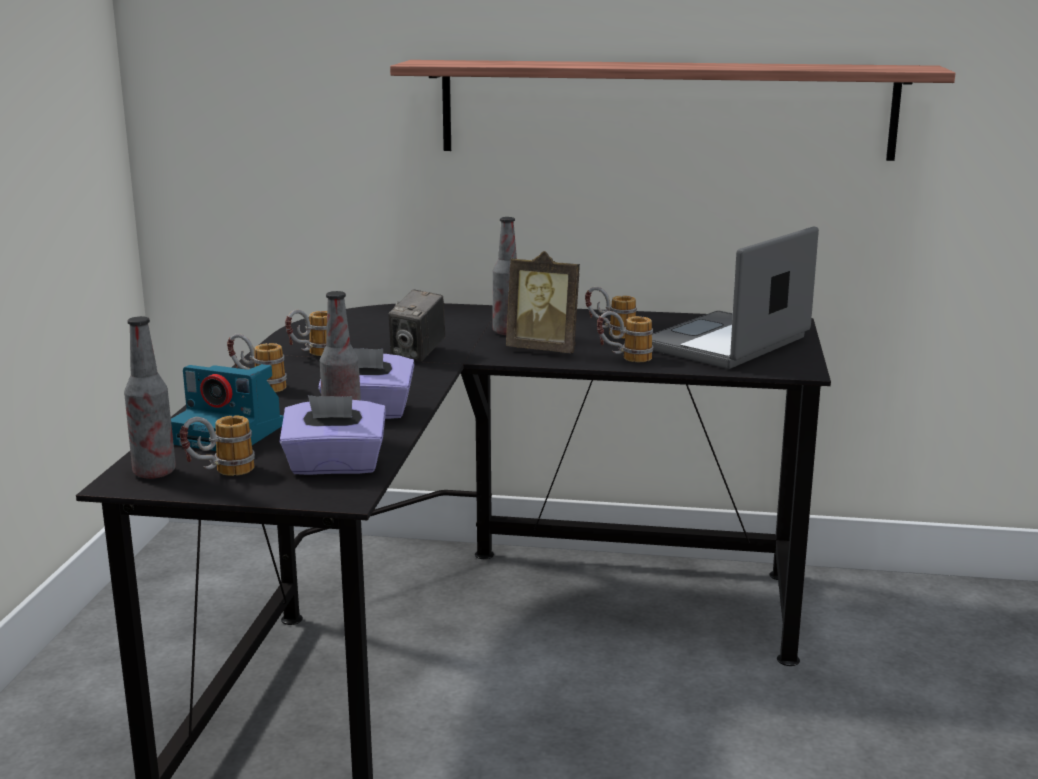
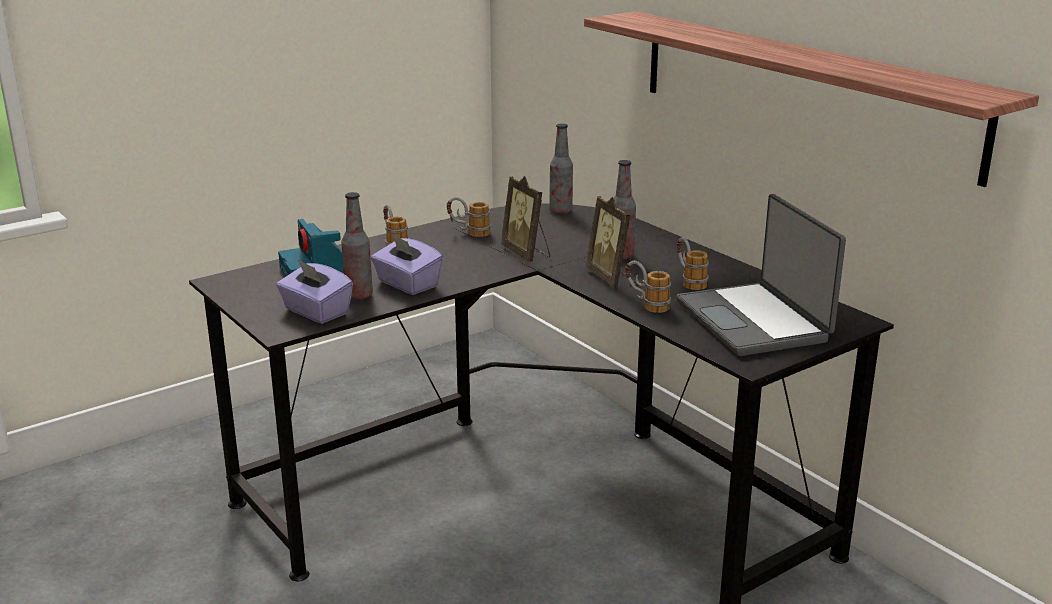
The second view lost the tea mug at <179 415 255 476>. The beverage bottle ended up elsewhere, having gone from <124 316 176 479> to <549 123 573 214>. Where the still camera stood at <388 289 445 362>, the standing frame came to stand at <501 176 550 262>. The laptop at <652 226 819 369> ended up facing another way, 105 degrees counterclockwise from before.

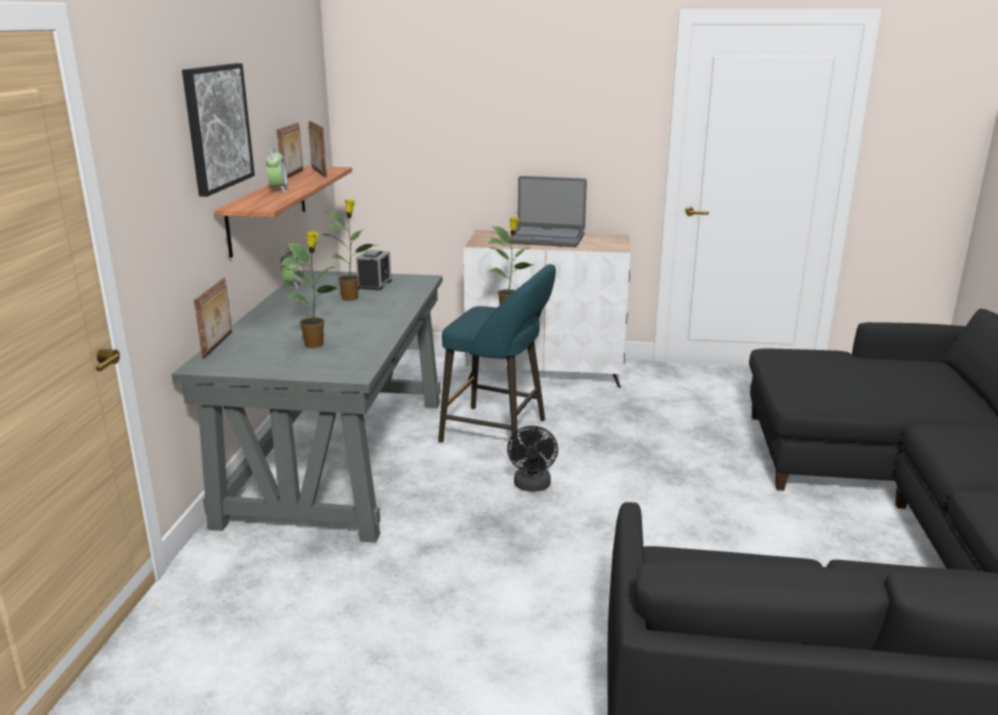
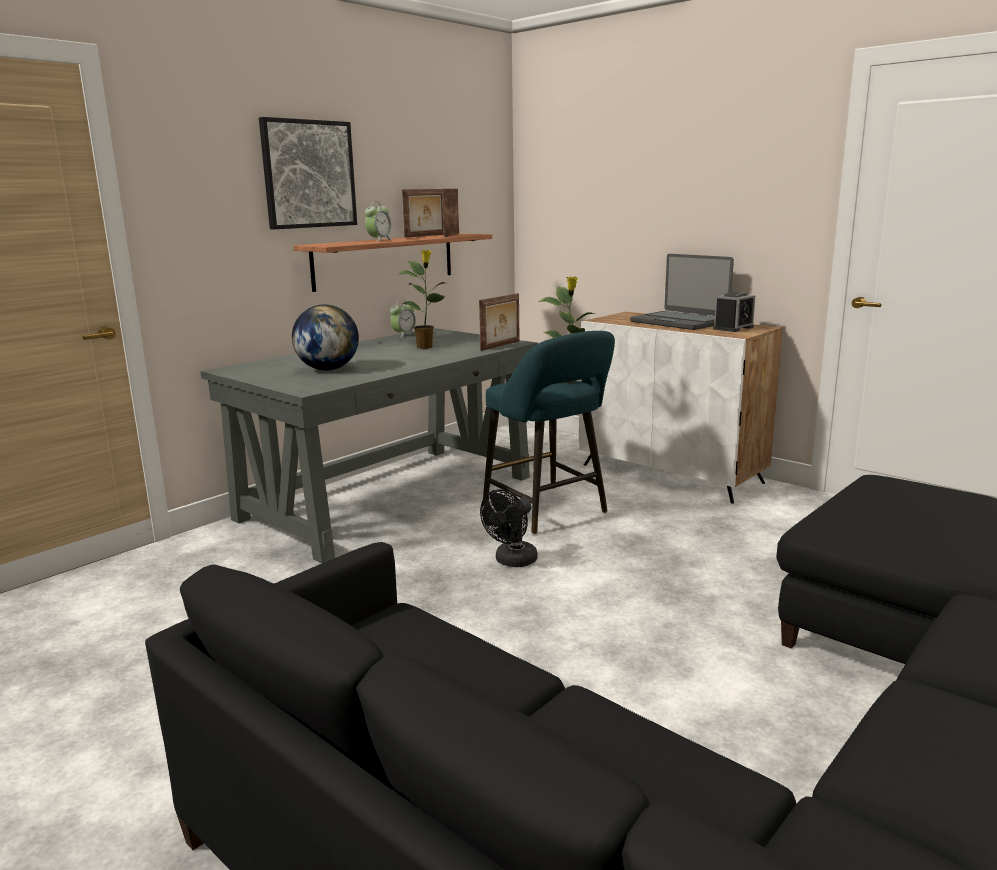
The standing frame ended up elsewhere, having gone from <194 278 232 359> to <479 293 520 351>. The table clock ended up elsewhere, having gone from <356 250 392 290> to <713 292 755 332>. Where the potted plant stood at <281 231 340 348>, the globe came to stand at <292 305 359 370>.

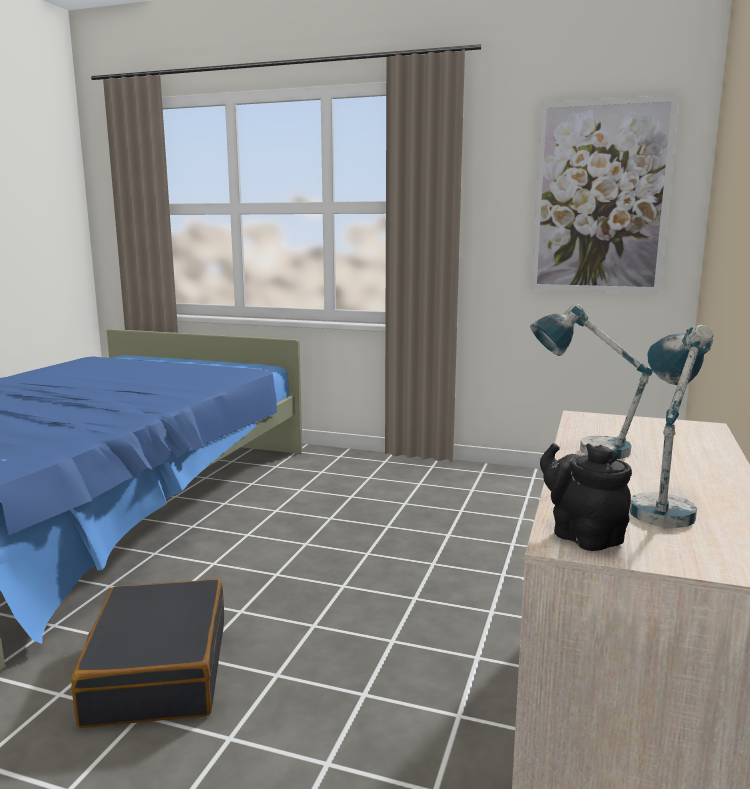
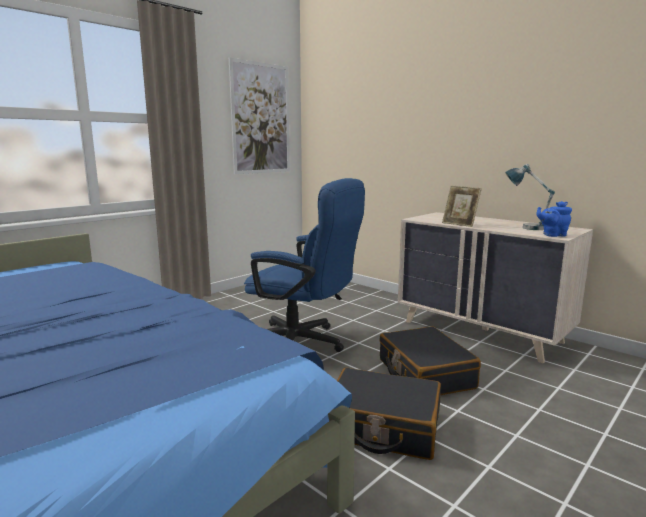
The second view gained the blue-coloured office chair at <244 178 365 352>. The second view gained the black travel case at <379 326 481 395>. Where the tabletop lamp stood at <530 303 653 459>, the standing frame came to stand at <442 186 482 227>. What was the black tea pot at <540 443 632 551> turned into the blue-coloured tea pot at <537 201 572 237>.

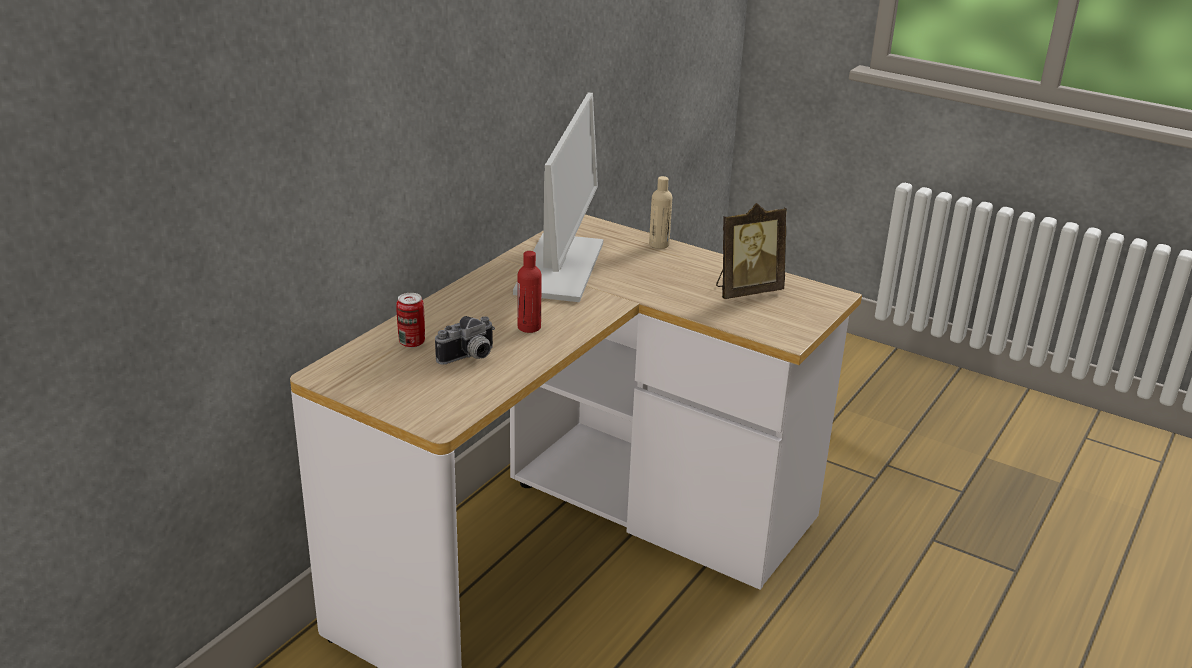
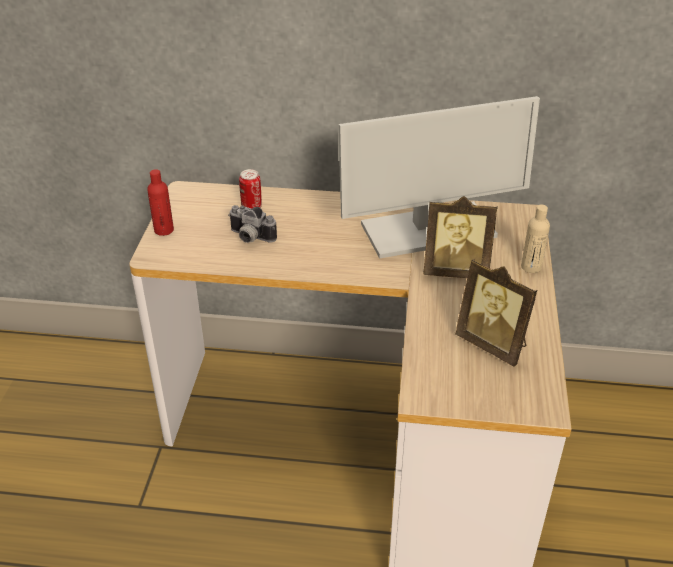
The second view gained the standing frame at <424 196 497 278>. The red-coloured beverage bottle ended up elsewhere, having gone from <517 251 542 333> to <147 169 174 236>.

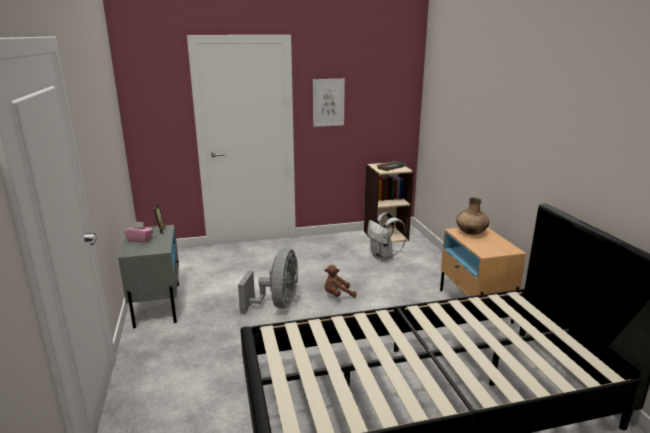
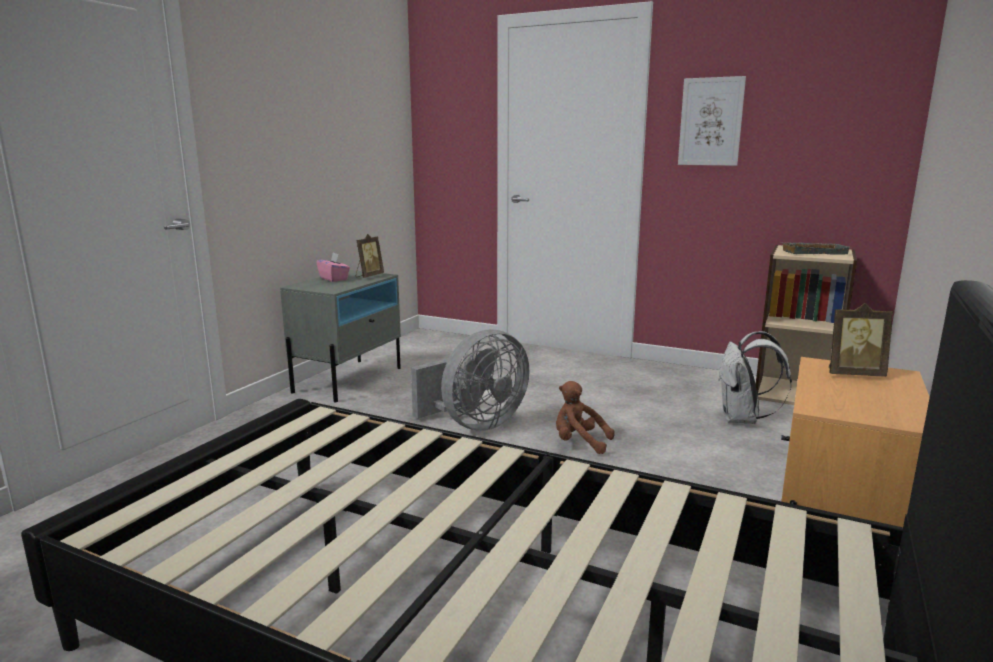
Where the brown-coloured flower vase stood at <456 197 489 235>, the standing frame came to stand at <829 303 893 377>.

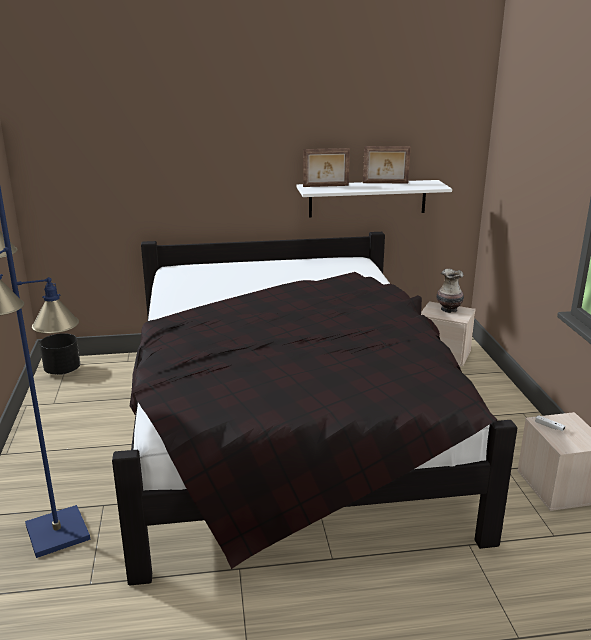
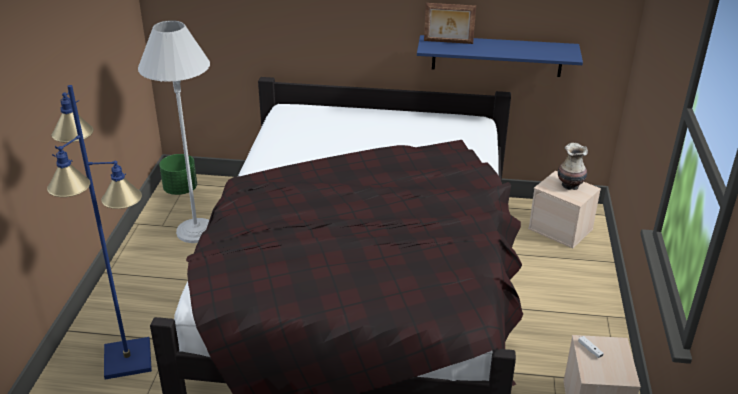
The second view lost the standing frame at <363 146 411 183>. The second view gained the white-coloured floor lamp at <138 20 210 243>. What was the black plant pot at <40 333 80 375> turned into the green-coloured plant pot at <159 154 197 195>. What was the white-coloured wall shelf at <297 180 452 217> turned into the blue-coloured wall shelf at <417 35 583 77>.

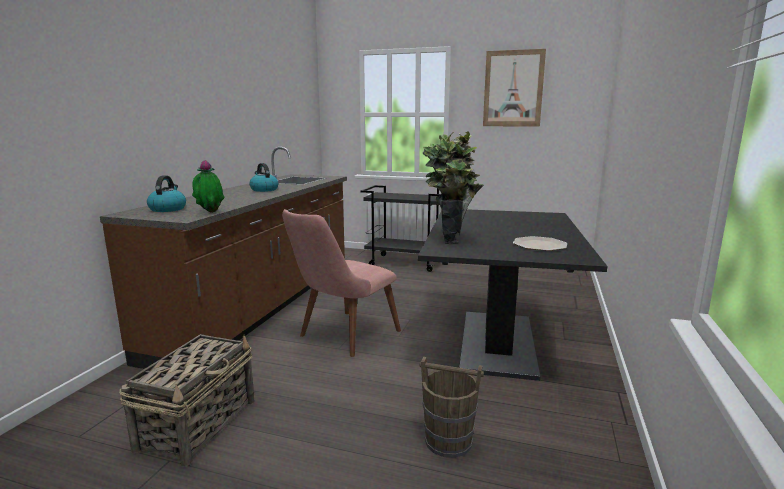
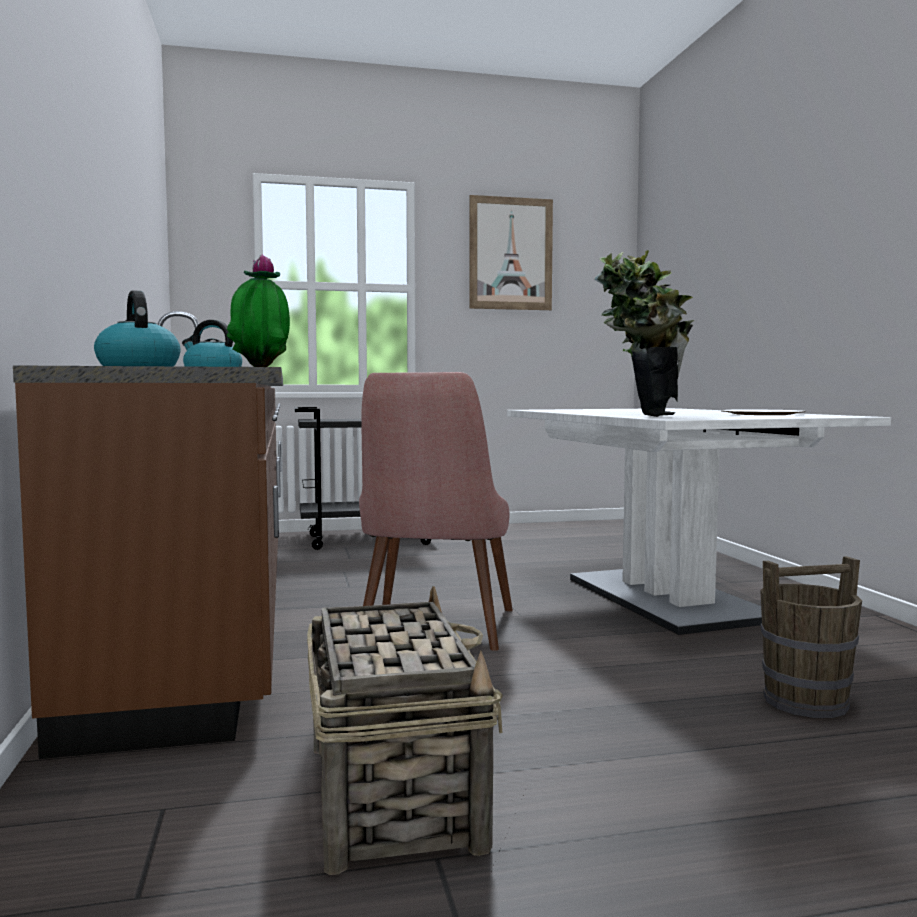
What was the black dinner table at <418 209 607 381> turned into the white-coloured dinner table at <507 408 891 635>.

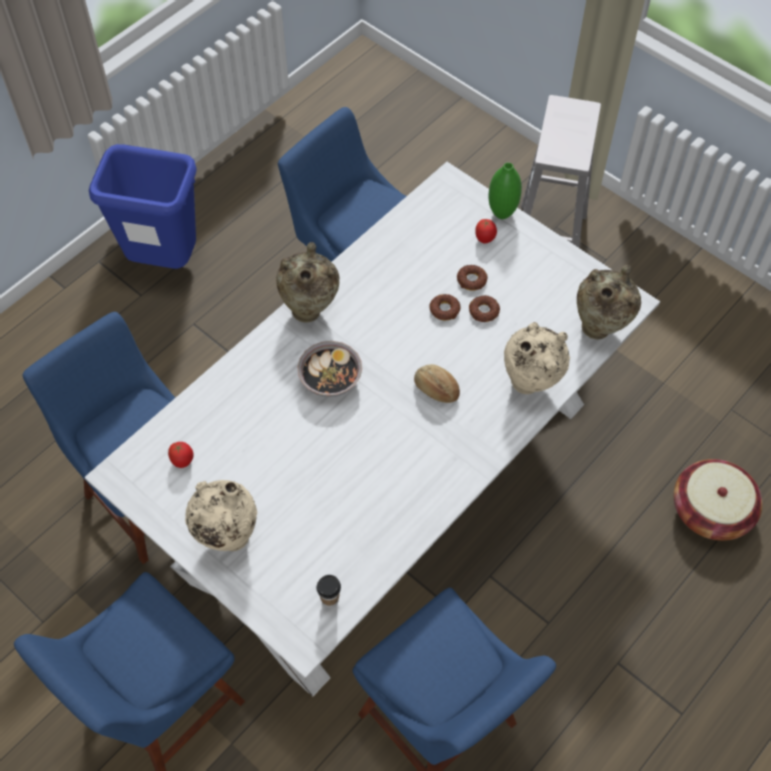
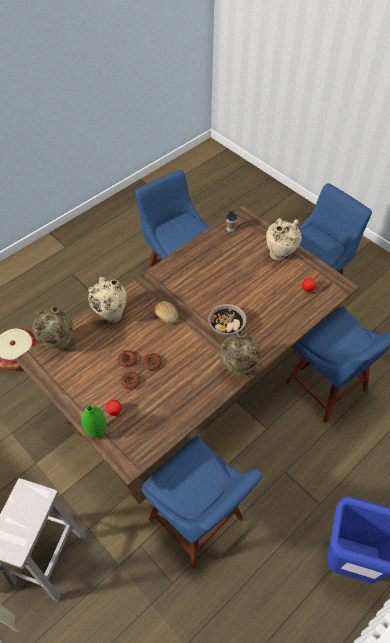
What was the white-coloured dinner table at <85 162 660 696> turned into the brown-coloured dinner table at <15 205 359 504>.

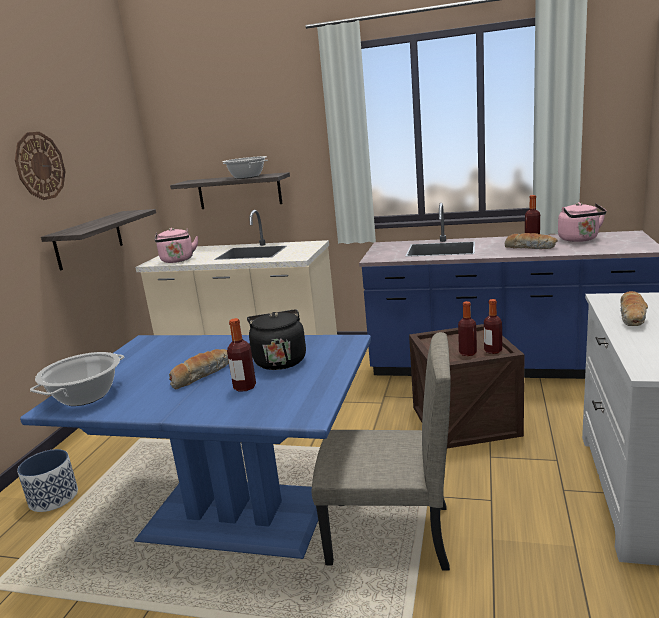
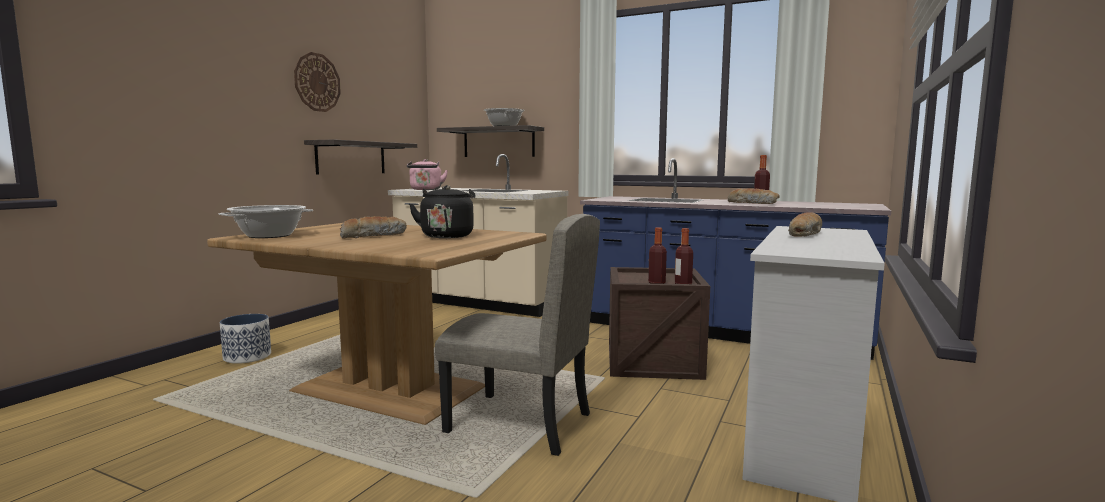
The second view lost the beverage bottle at <227 318 256 392>. The second view lost the pink-coloured water kettle at <558 202 606 242>. What was the blue-coloured dinner table at <20 335 371 559> turned into the brown-coloured dinner table at <207 223 547 425>.

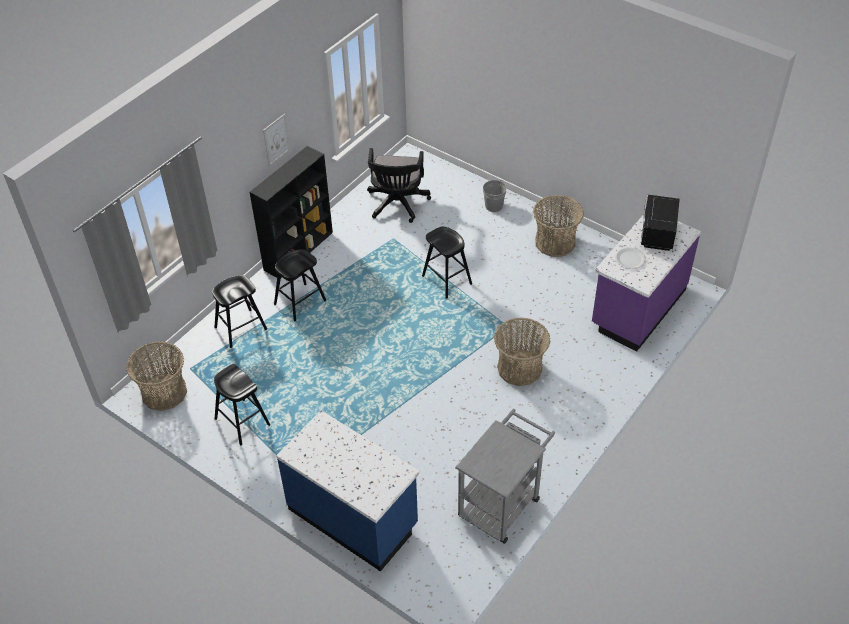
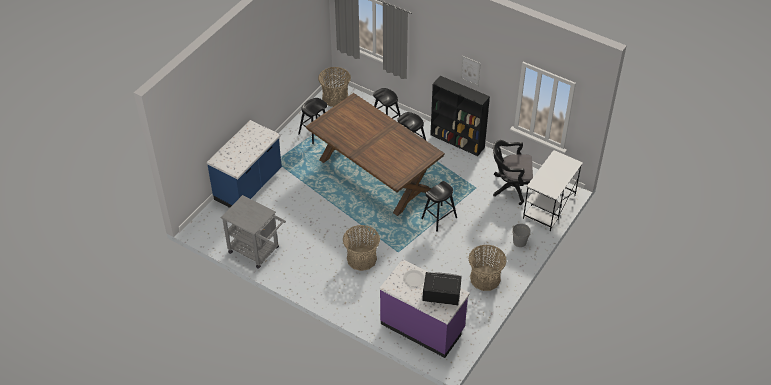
The second view gained the brown-coloured dinner table at <305 93 445 216>. The second view gained the white-coloured desk unit at <523 150 583 231>.

